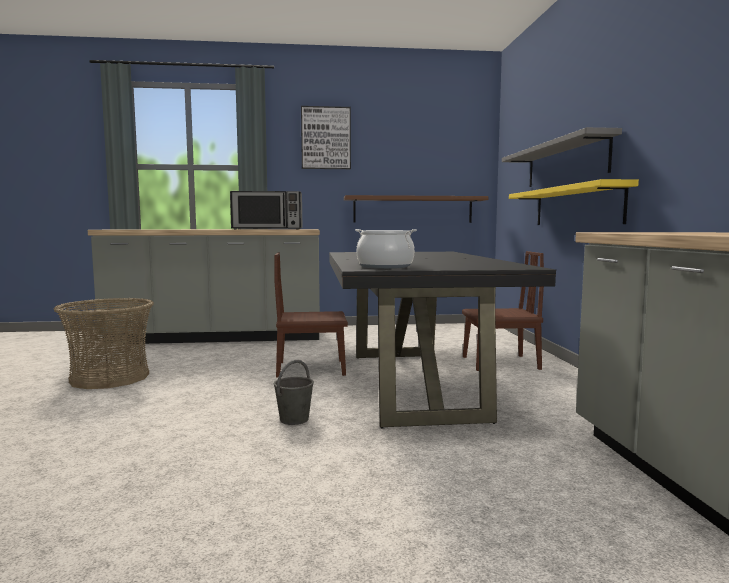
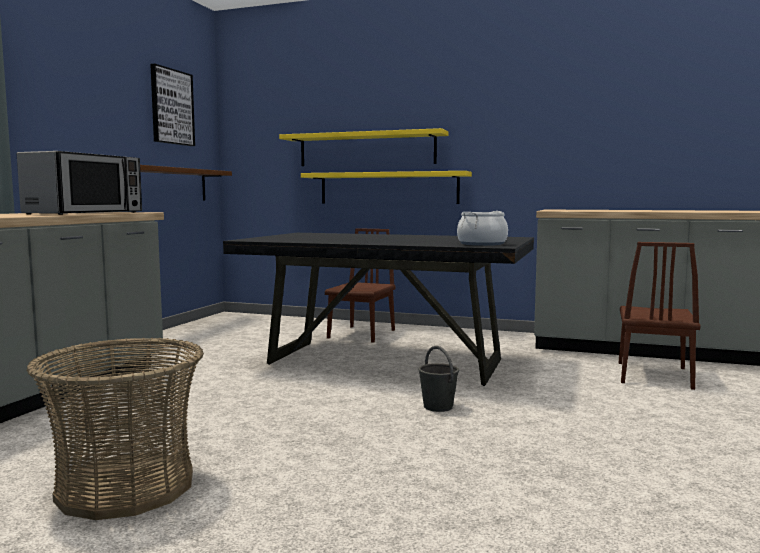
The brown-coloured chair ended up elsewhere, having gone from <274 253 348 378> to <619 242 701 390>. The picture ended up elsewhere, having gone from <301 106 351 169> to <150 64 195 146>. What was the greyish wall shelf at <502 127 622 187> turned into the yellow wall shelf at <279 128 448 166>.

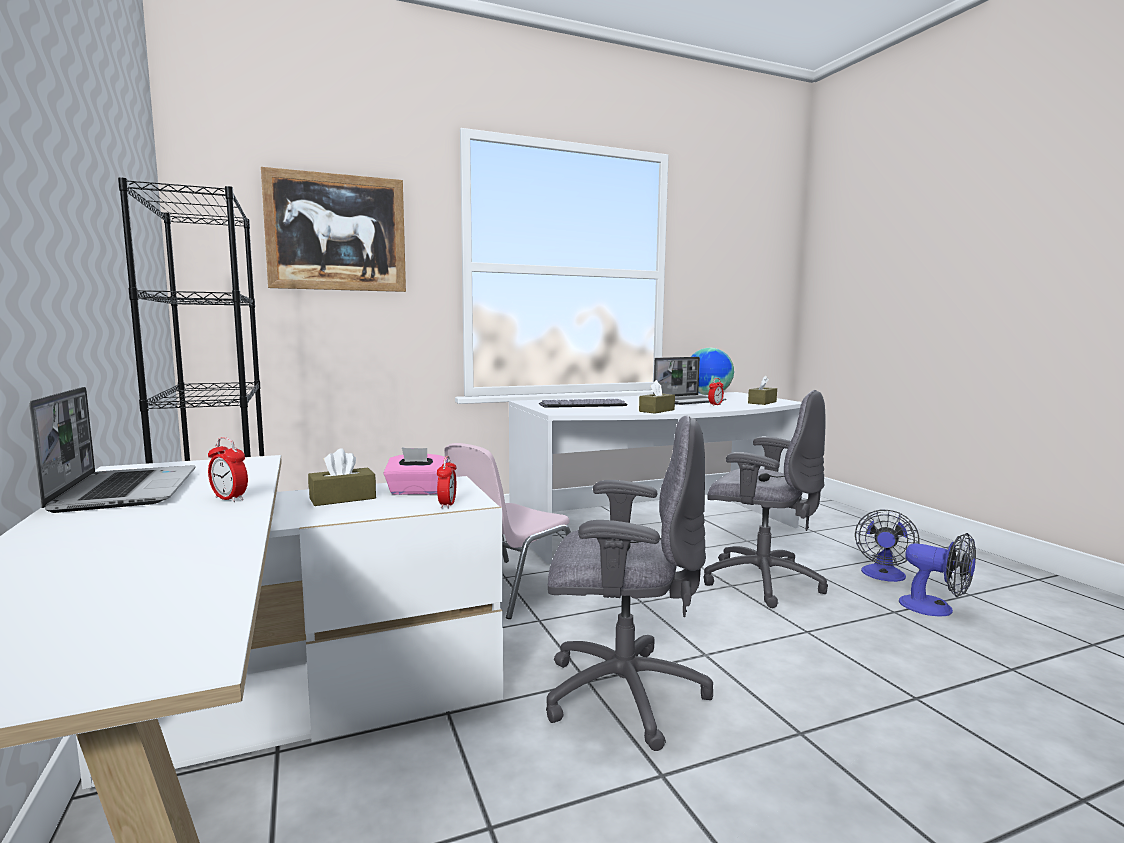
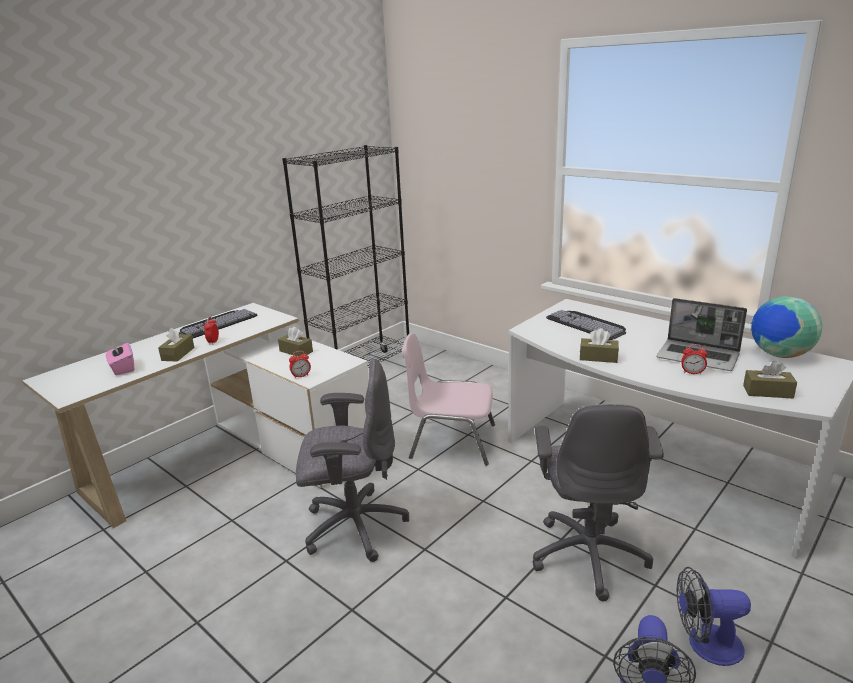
The second view lost the picture at <261 167 406 292>. The second view gained the brown-coloured box of tissues at <158 327 194 362>. The pink-coloured box of tissues ended up elsewhere, having gone from <383 448 448 495> to <106 342 134 375>. Where the laptop stood at <29 387 195 513>, the PC keyboard came to stand at <179 309 257 338>. The greyish office chair at <546 415 713 751> ended up facing another way, 75 degrees counterclockwise from before.

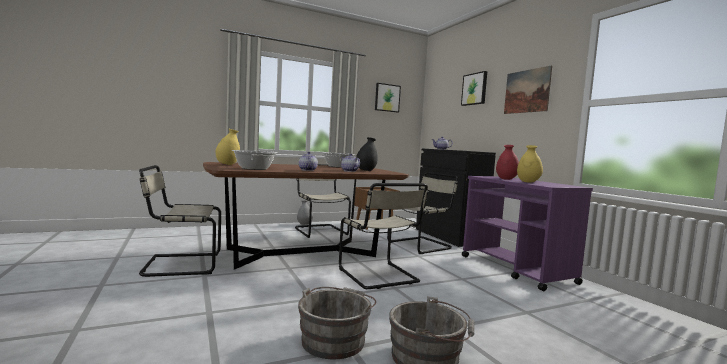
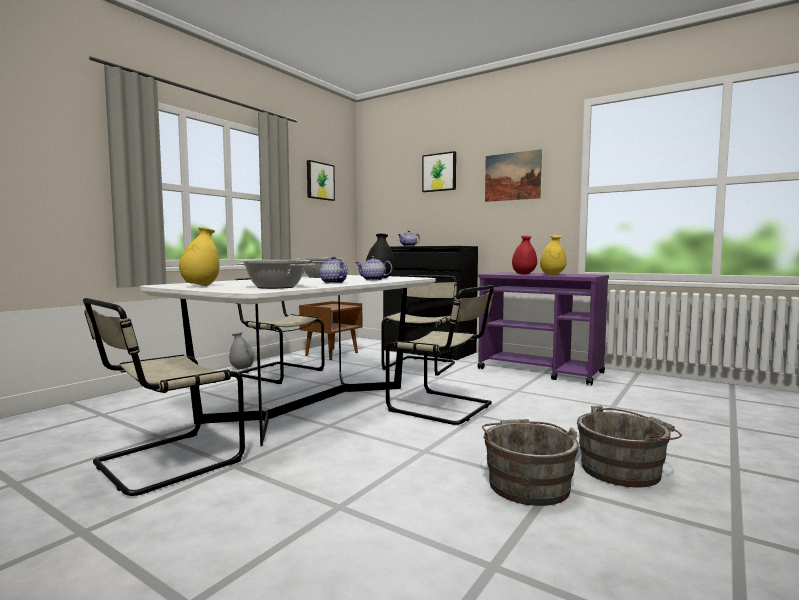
What was the brown-coloured dinner table at <203 162 409 270> turned into the white-coloured dinner table at <140 275 436 446>.

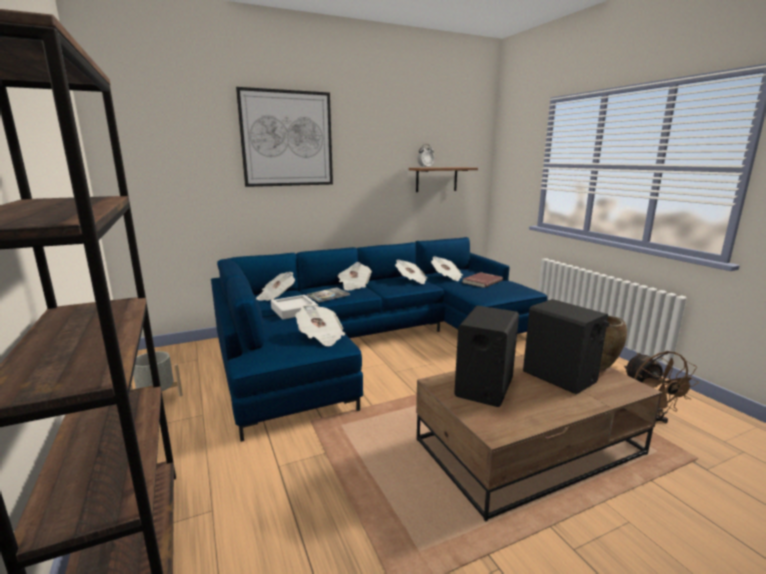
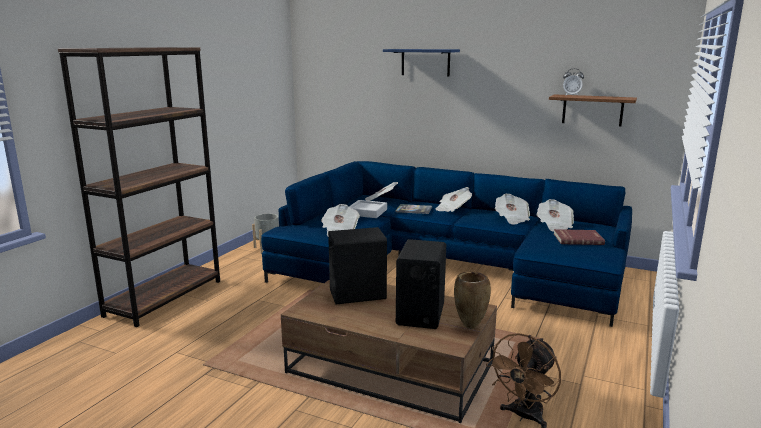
Where the picture hung at <236 87 333 187>, the blue-coloured wall shelf came to hang at <383 49 460 76>.

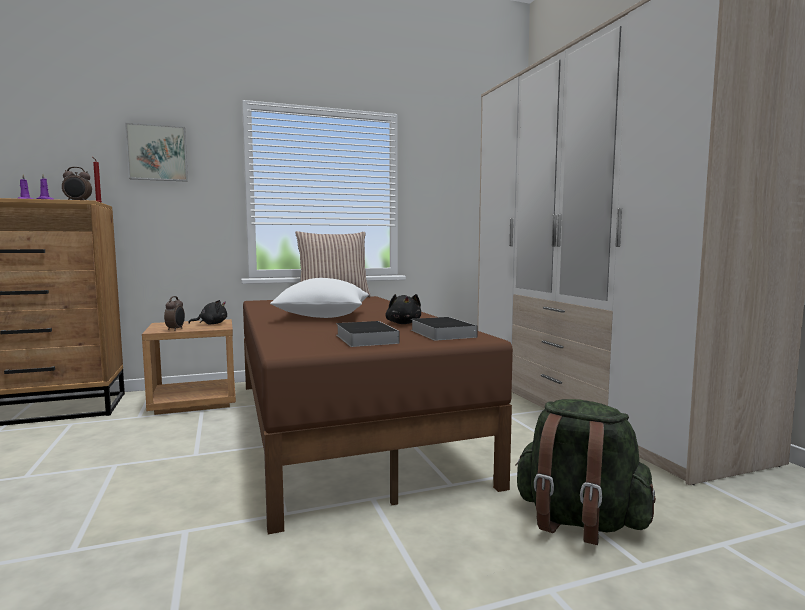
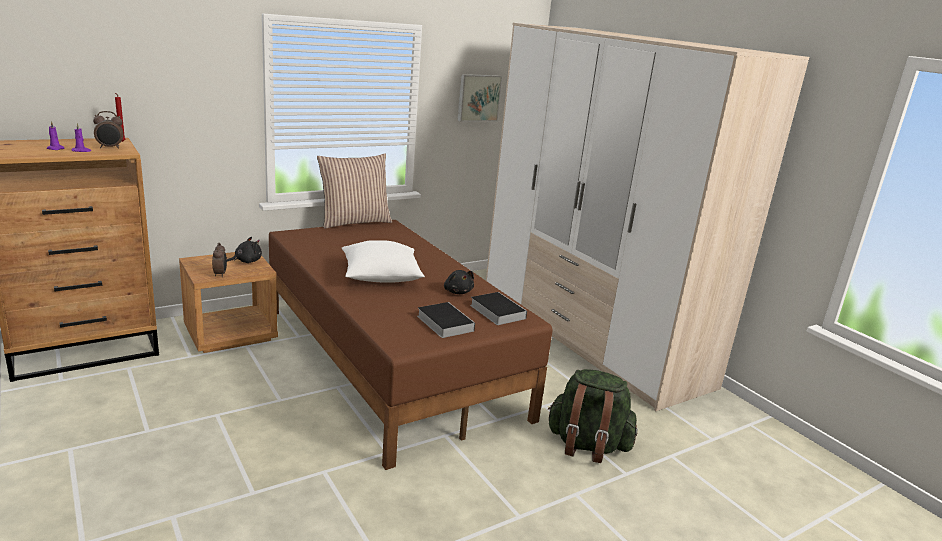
The picture ended up elsewhere, having gone from <125 123 188 182> to <457 74 502 122>.

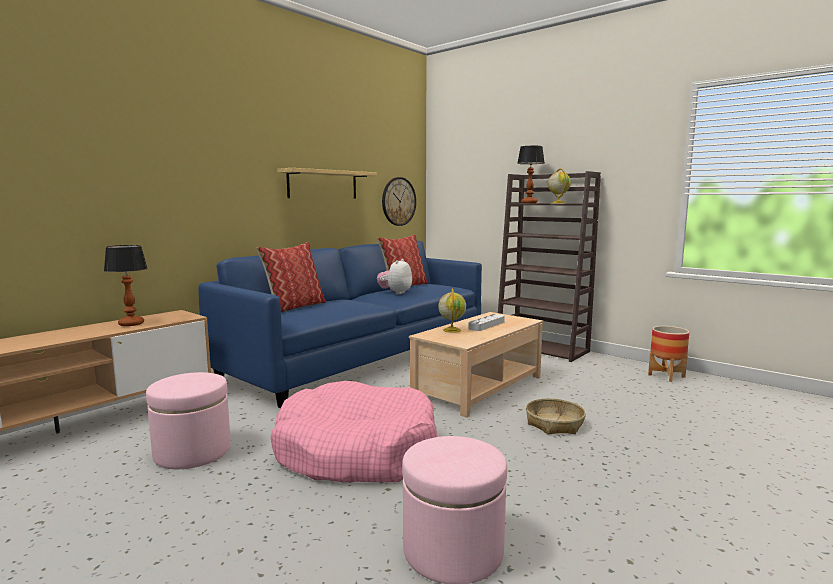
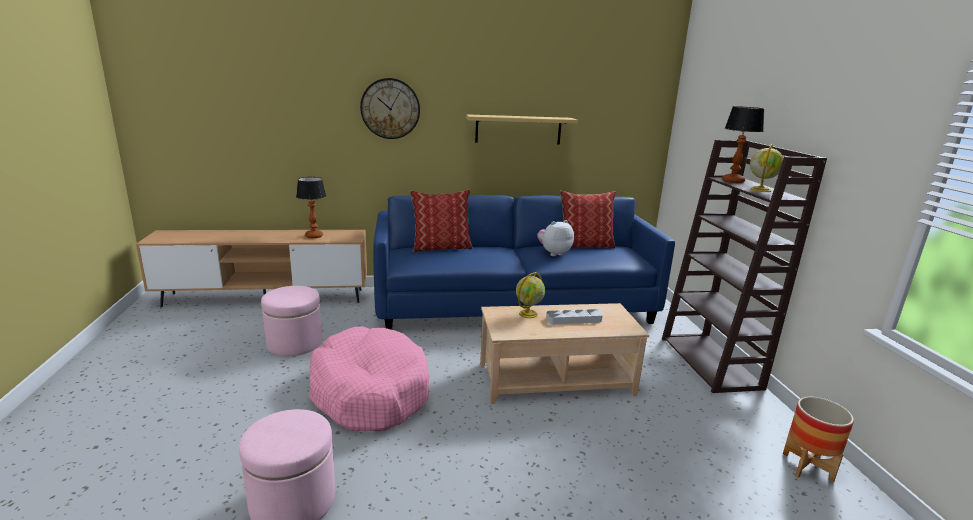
The second view lost the household basket at <526 398 586 435>. The wall clock ended up elsewhere, having gone from <382 177 416 226> to <360 78 420 139>.

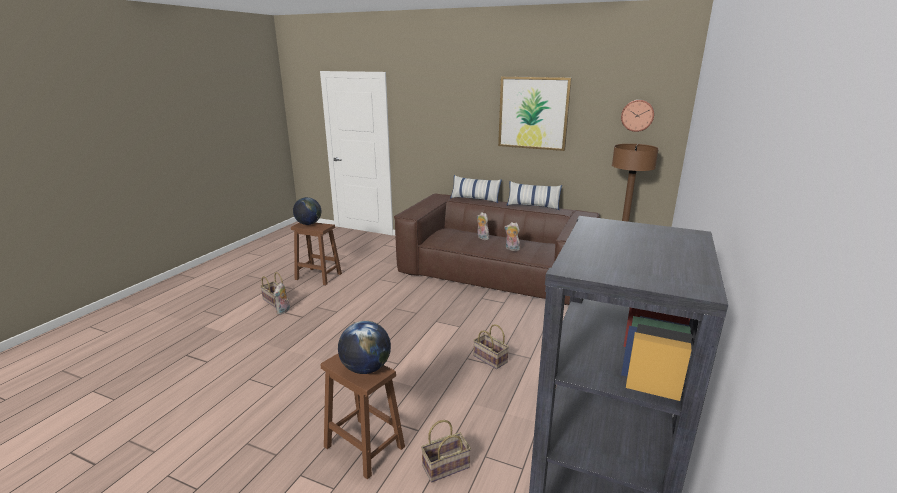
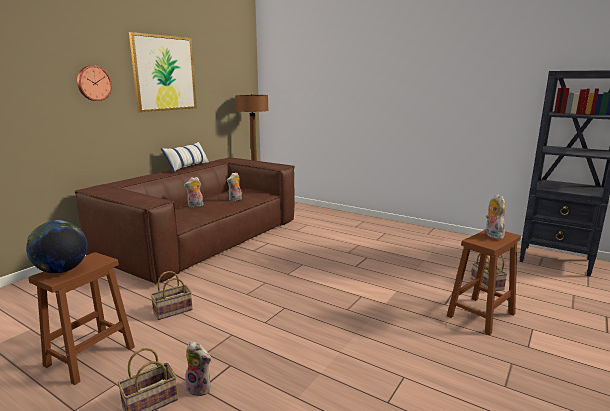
The second view lost the cushion at <450 175 502 203>. The household basket ended up elsewhere, having gone from <473 324 509 369> to <150 271 193 320>. The wall clock ended up elsewhere, having gone from <621 100 654 132> to <77 66 112 101>. Where the globe stood at <338 321 391 374>, the plush toy came to stand at <486 194 505 239>.

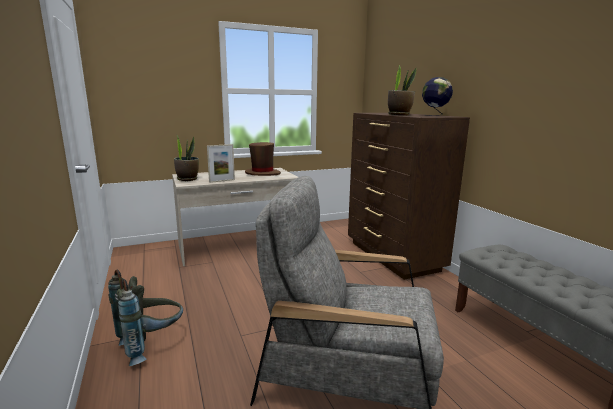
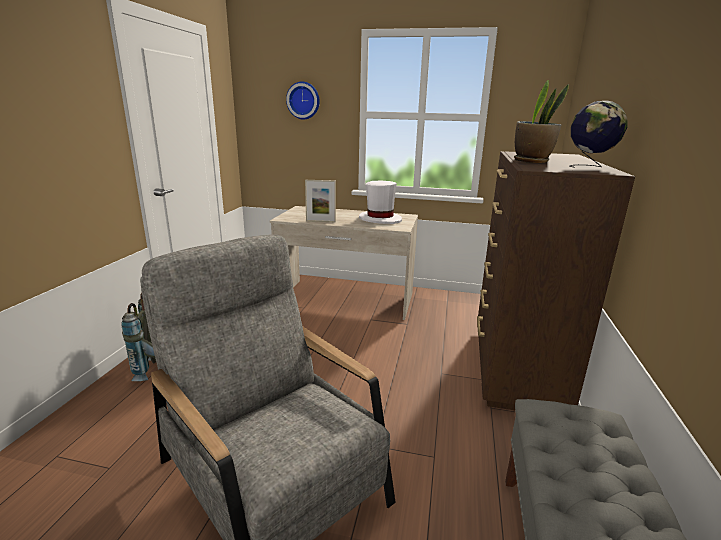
The second view lost the potted plant at <174 134 199 181>. The second view gained the wall clock at <286 81 320 119>. What was the brown-coloured clothing hat at <245 142 281 176> turned into the white-coloured clothing hat at <359 181 402 224>.

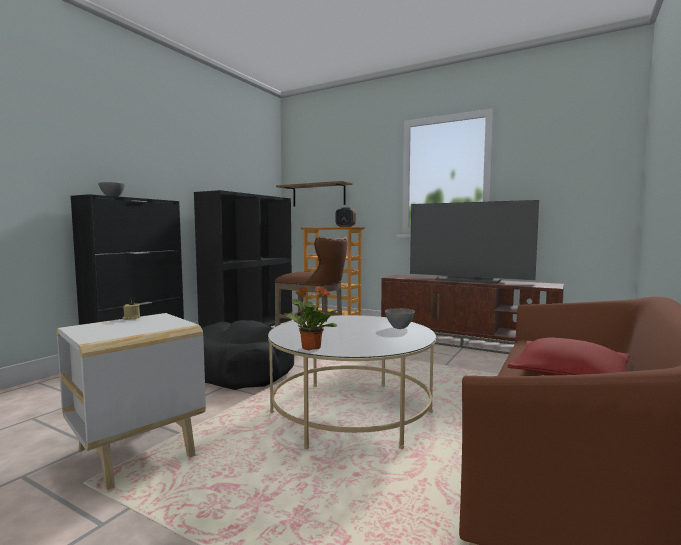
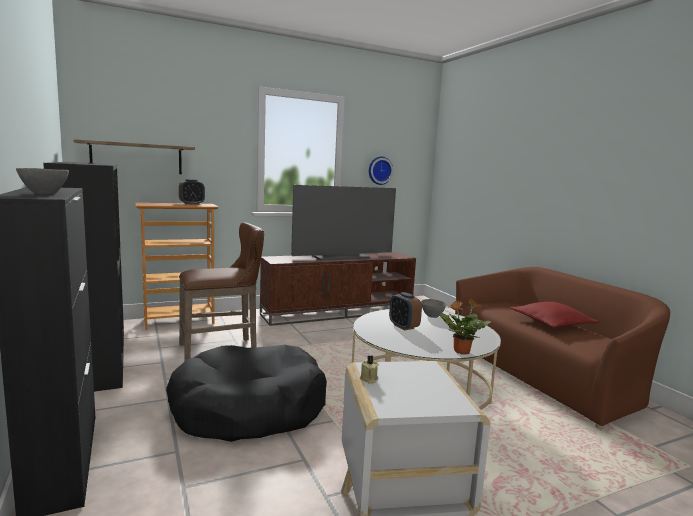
The second view gained the wall clock at <369 157 393 185>. The second view gained the table clock at <389 292 422 330>.

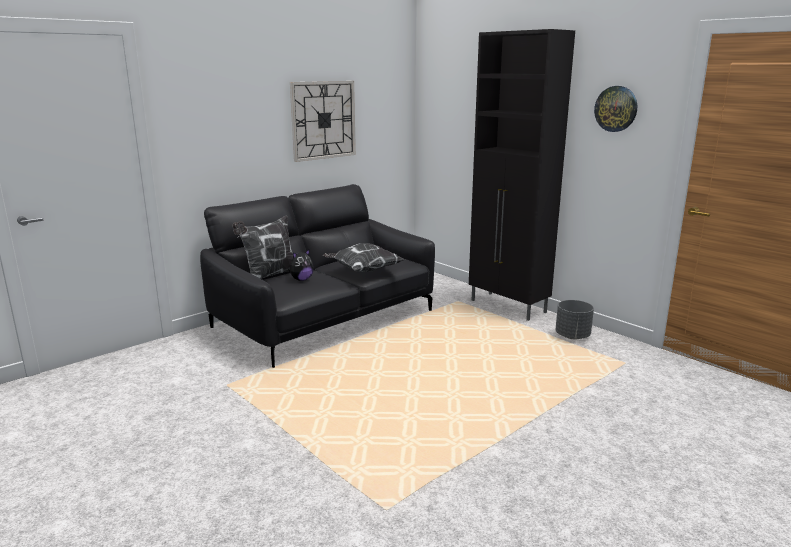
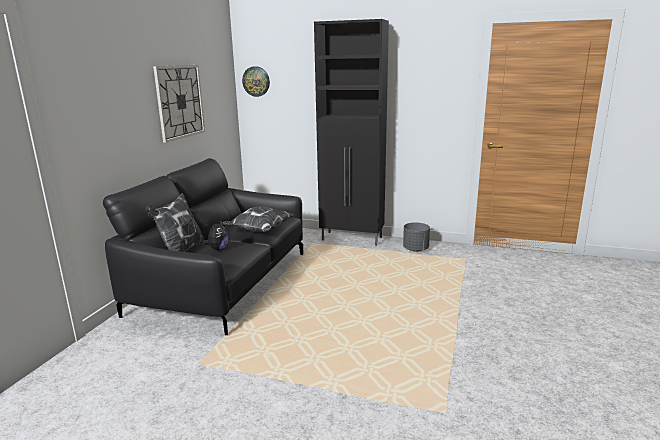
The wall clock ended up elsewhere, having gone from <594 86 637 132> to <242 66 270 97>.

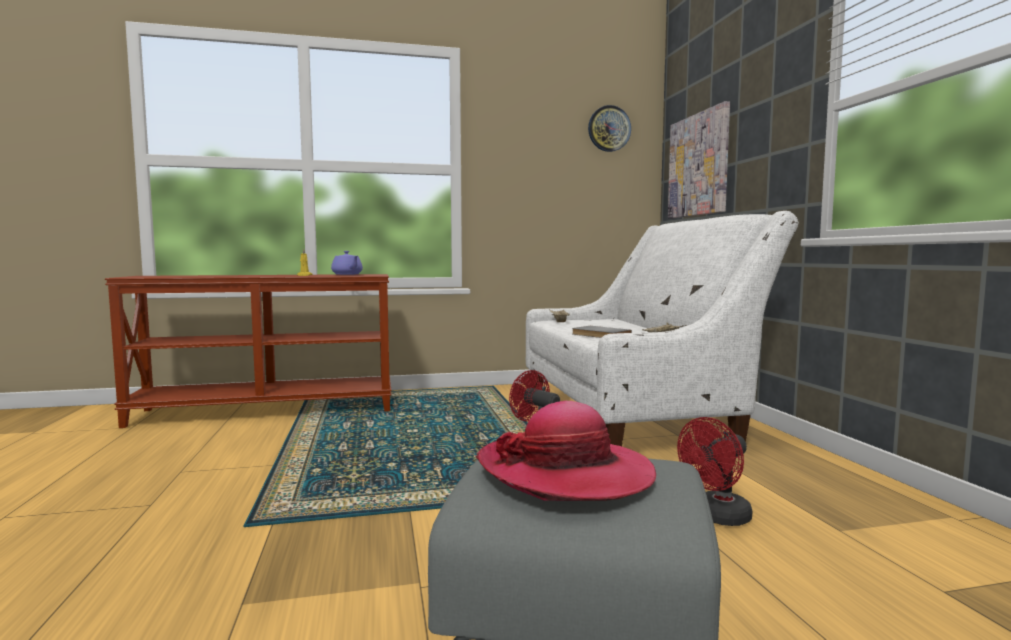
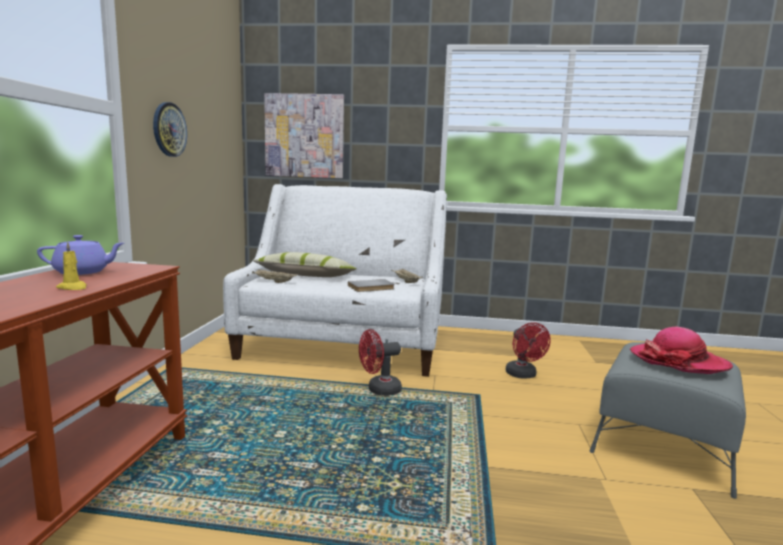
The second view gained the cushion at <253 252 357 277>. The wall clock ended up elsewhere, having gone from <588 105 631 152> to <153 102 187 157>.

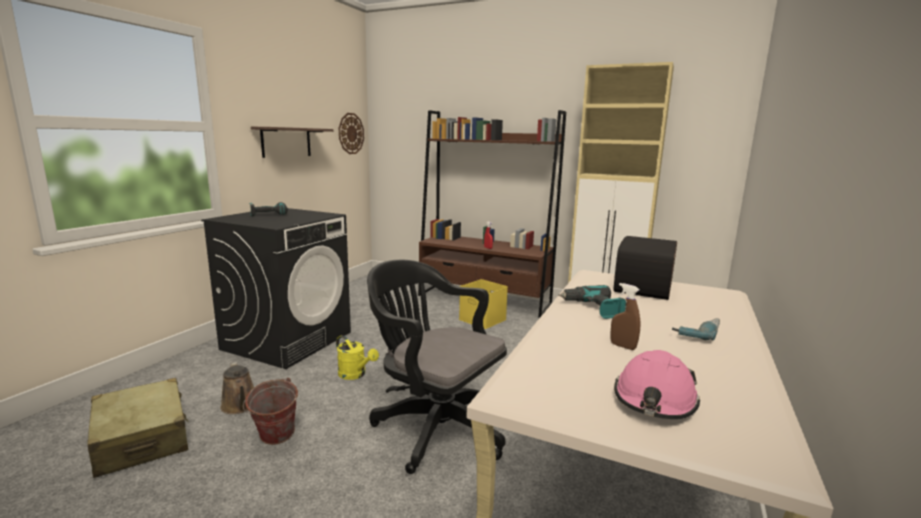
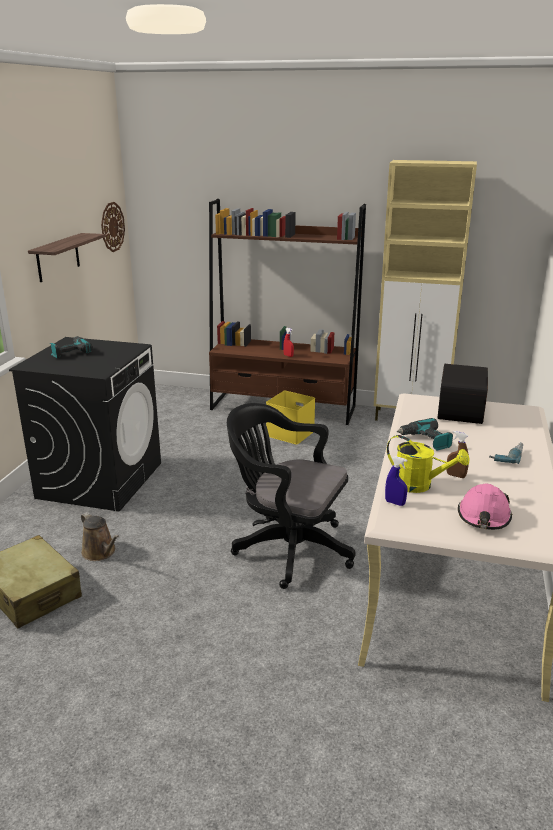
The second view lost the water bucket at <243 378 298 445>. The second view gained the blue-coloured sprayer at <385 456 407 506>. The yellow sprinkling can ended up elsewhere, having gone from <336 335 379 380> to <387 435 470 493>.

